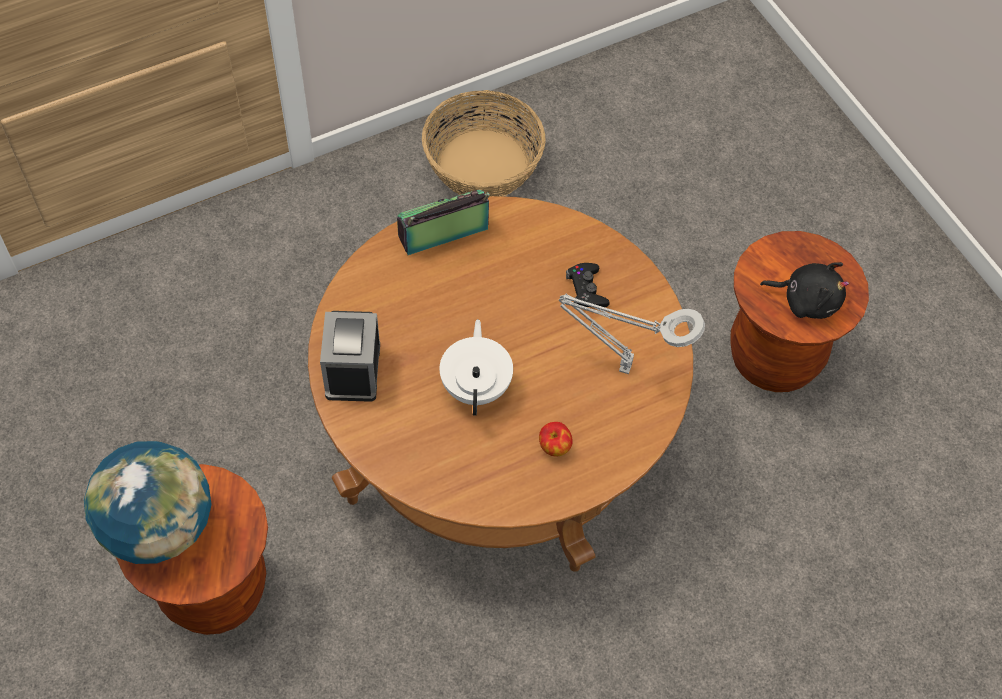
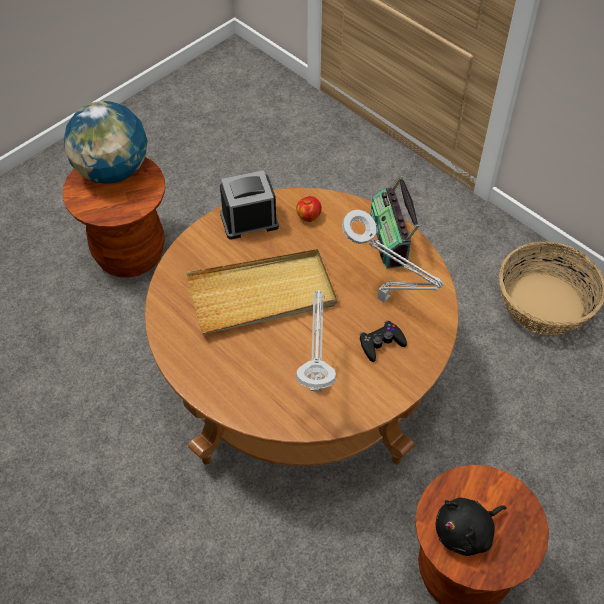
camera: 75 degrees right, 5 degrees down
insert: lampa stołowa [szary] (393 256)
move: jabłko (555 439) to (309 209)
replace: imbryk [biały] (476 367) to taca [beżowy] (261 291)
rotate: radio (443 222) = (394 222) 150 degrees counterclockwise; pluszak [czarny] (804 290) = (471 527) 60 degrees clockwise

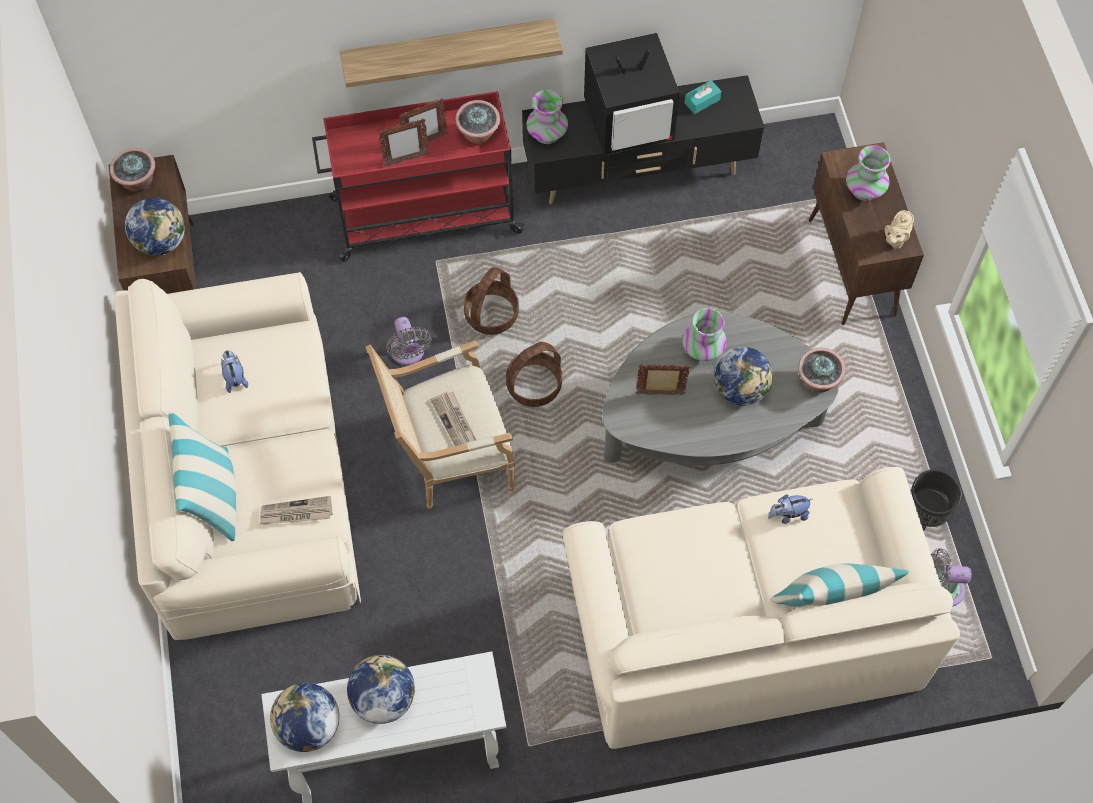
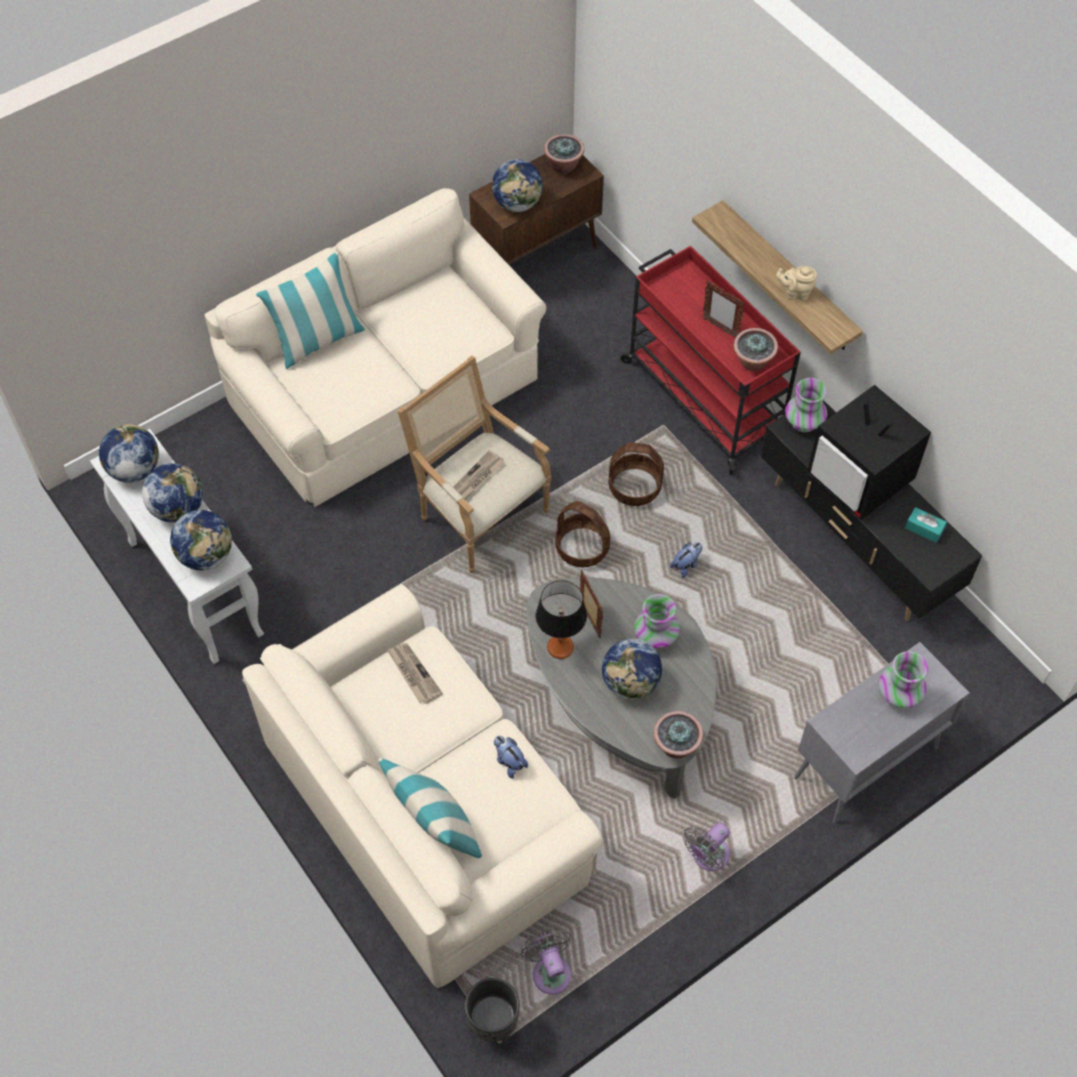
camera: 65 degrees right, 5 degrees down
delete: ramka na zdjęcie (403 142)
insert: globus (201 540); lampa stołowa (561 619)
move: imbryk [beżowy] (899 229) to (796 283); wentylator [szary] (409 341) to (706 846); pluszak (234 371) to (686 560); donica [czarny] (936 500) to (492 1012); gazeta (296 510) to (415 673)
recolor: szafka [brązowy] (866 233) to szafka [szary] (881 733)

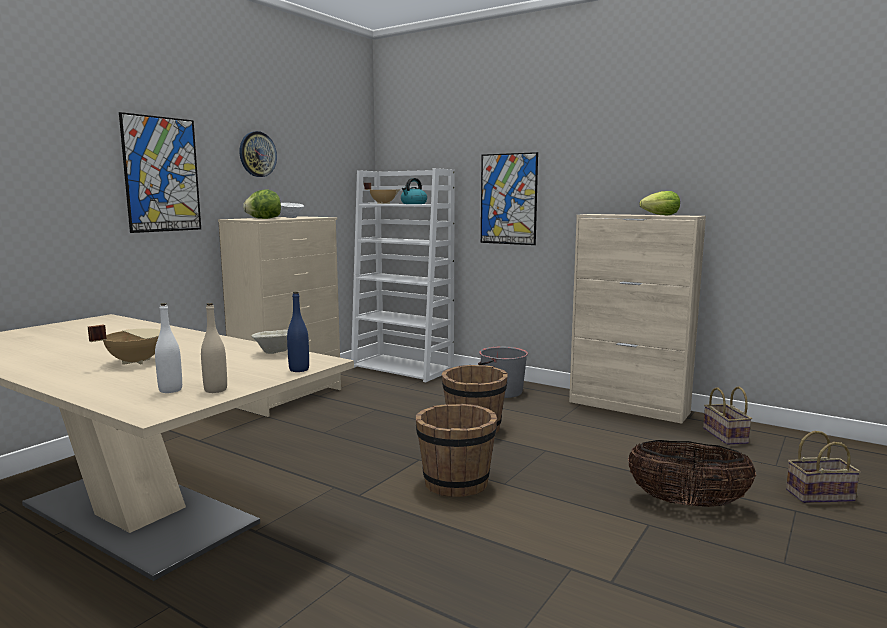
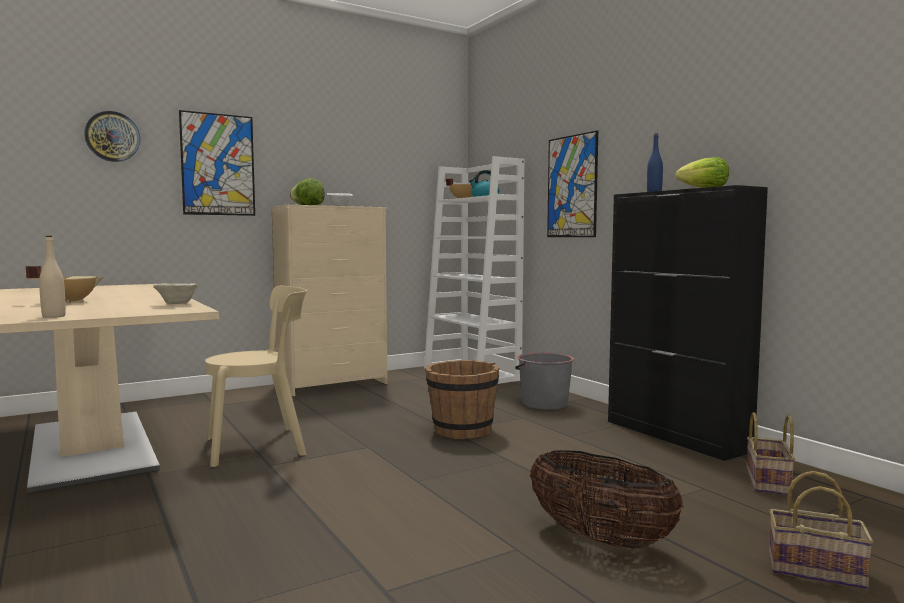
camera: 25 degrees right, 5 degrees down
delete: butelka [biały] (168 348); wiadro [brązowy] (456 450)
insert: krzesło [beżowy] (256 376)
move: zegar ścienny (258 154) to (112 136); butelka [niebieski] (298 332) to (655 162)
recolor: szafka [beżowy] (637 319) to szafka [czarny] (688 323)

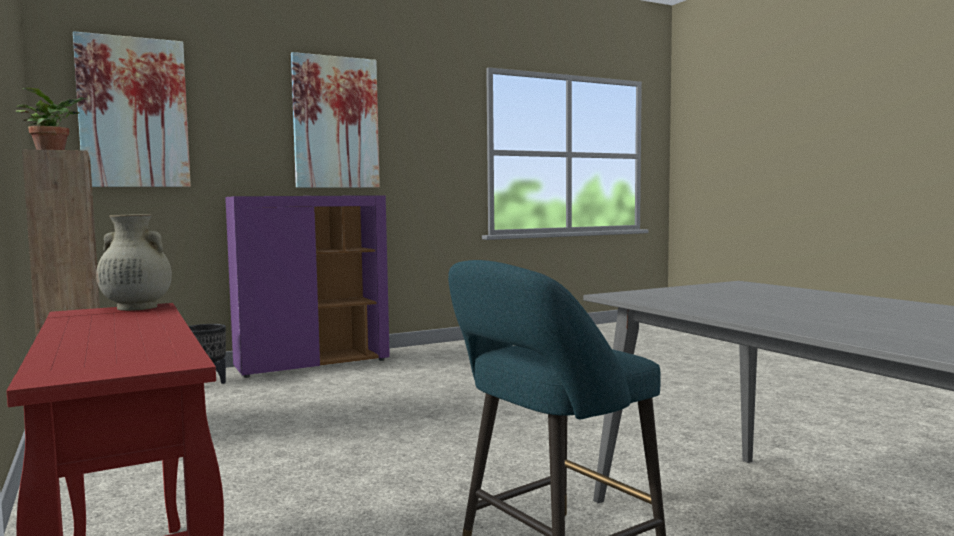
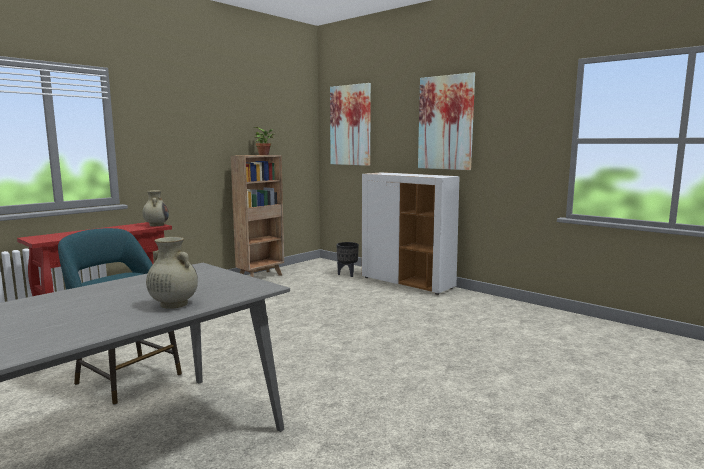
camera: 70 degrees right, 5 degrees up
insert: wazon [beżowy] (172 273)
recolor: szafka [fioletowy] (307 286) to szafka [biały] (411 233)

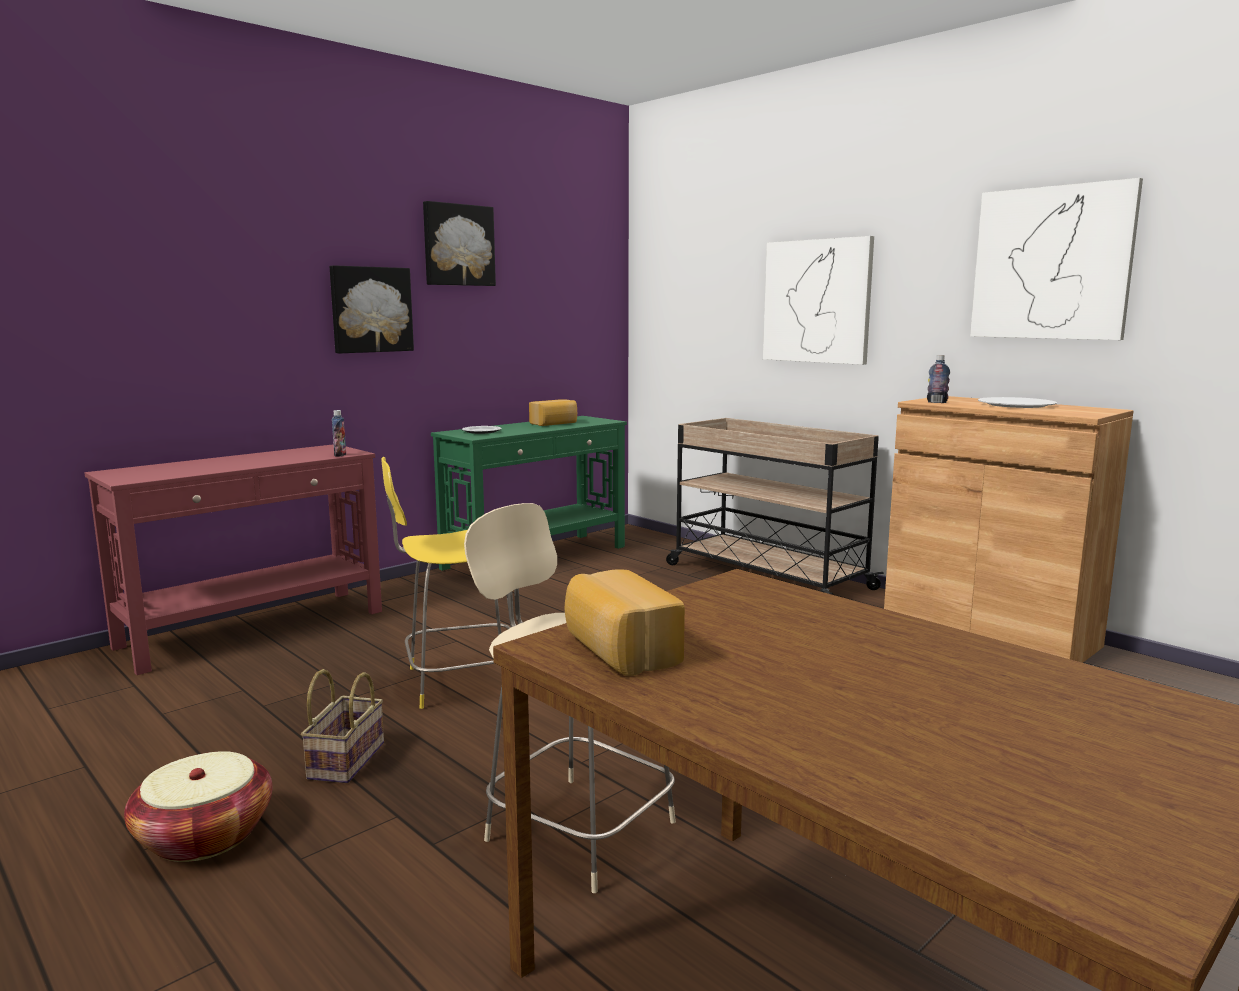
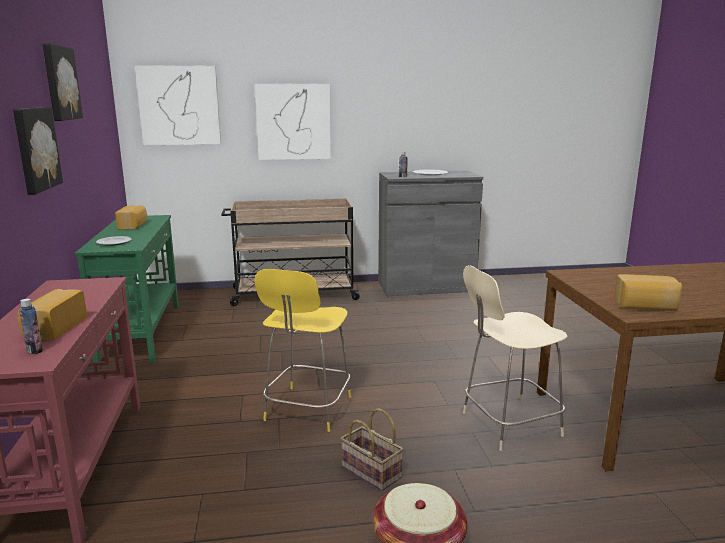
camera: 55 degrees left, 5 degrees up
insert: chleb (52 314)
move: obraz (1056 259) to (178 105); butelka (339 433) to (31 326)
recolor: szafka [brązowy] (1009 529) to szafka [szary] (430 233)

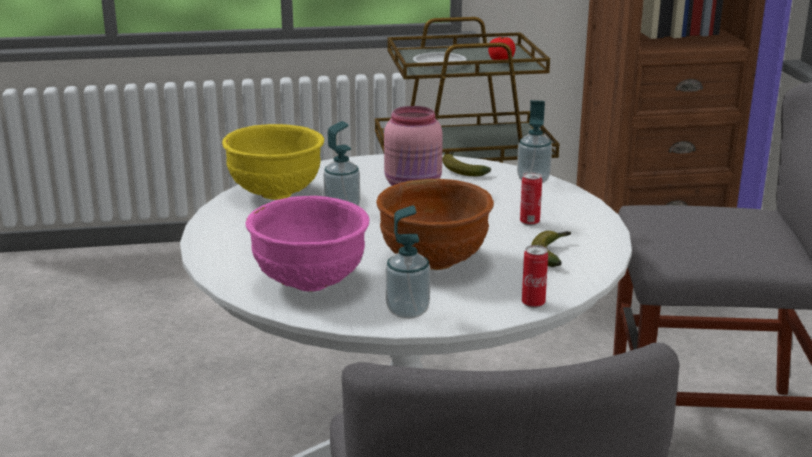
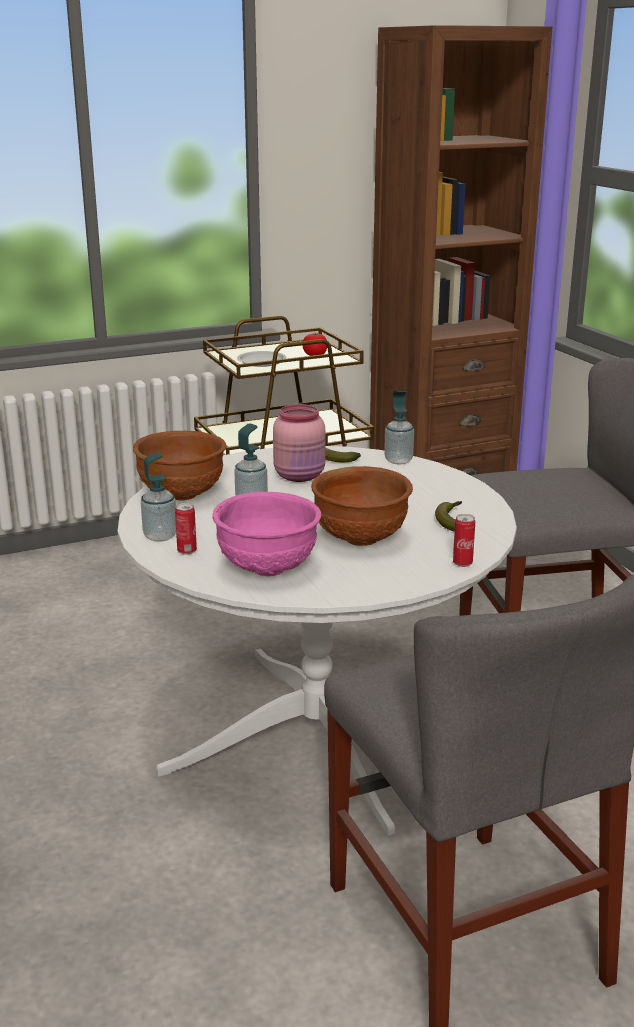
camera: 15 degrees left, 0 degrees up
move: puszka (531 199) to (186 529); dozownik mydła (408 262) to (158 497)
recolor: miska [żółty] (273 162) to miska [brązowy] (179 466)

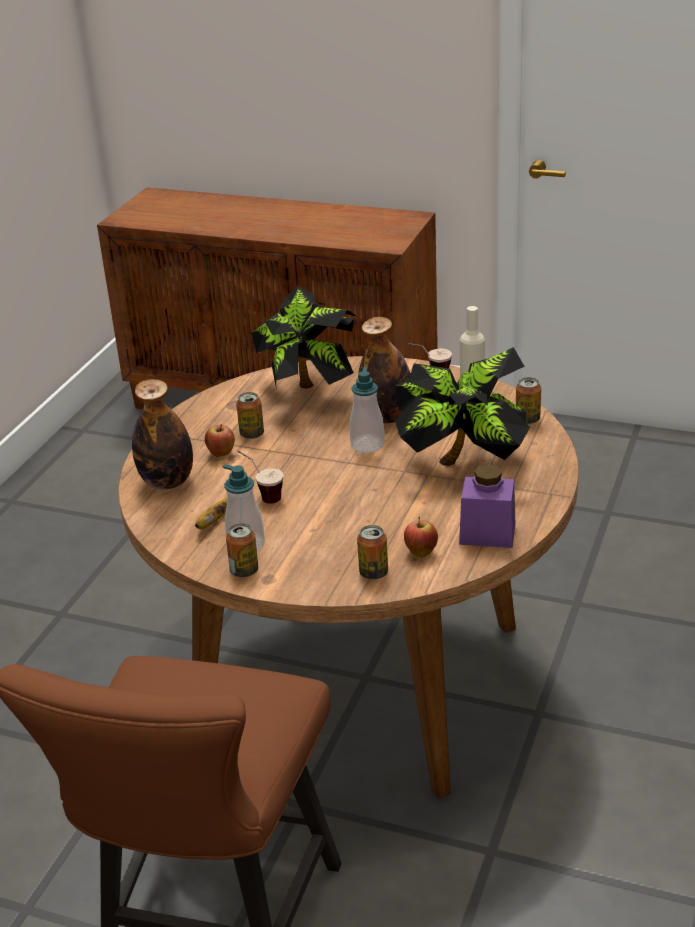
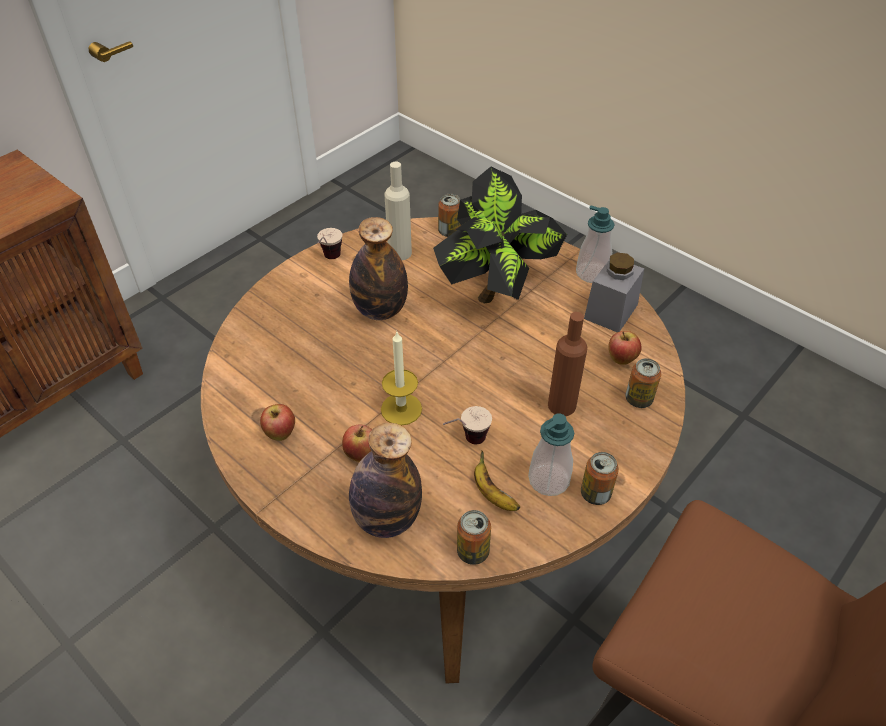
camera: 70 degrees left, 15 degrees up
delete: roślina doniczkowa (303 337)
insert: butelka [brązowy] (567 364); świeca (401 378); jabłko (277 422)
move: dozownik mydła (367 410) to (595 244); puszka (250 415) to (474 537)
recolor: słoik [fioletowy] (487 506) to słoik [szary] (614 292)

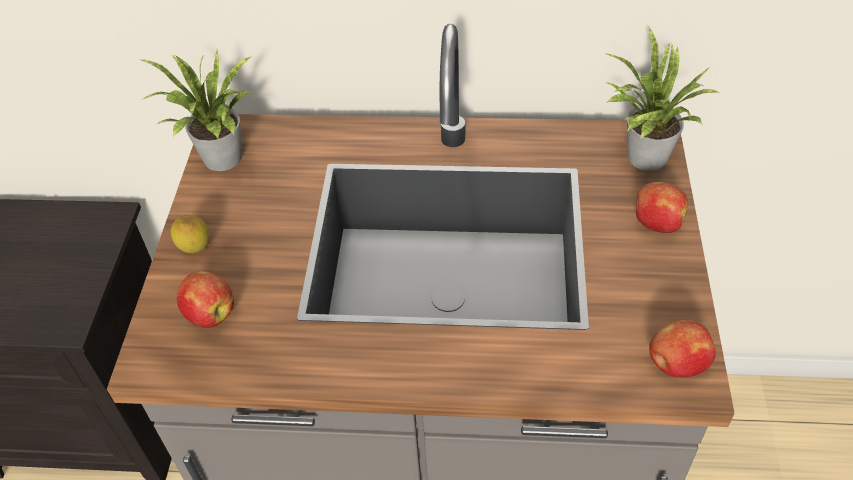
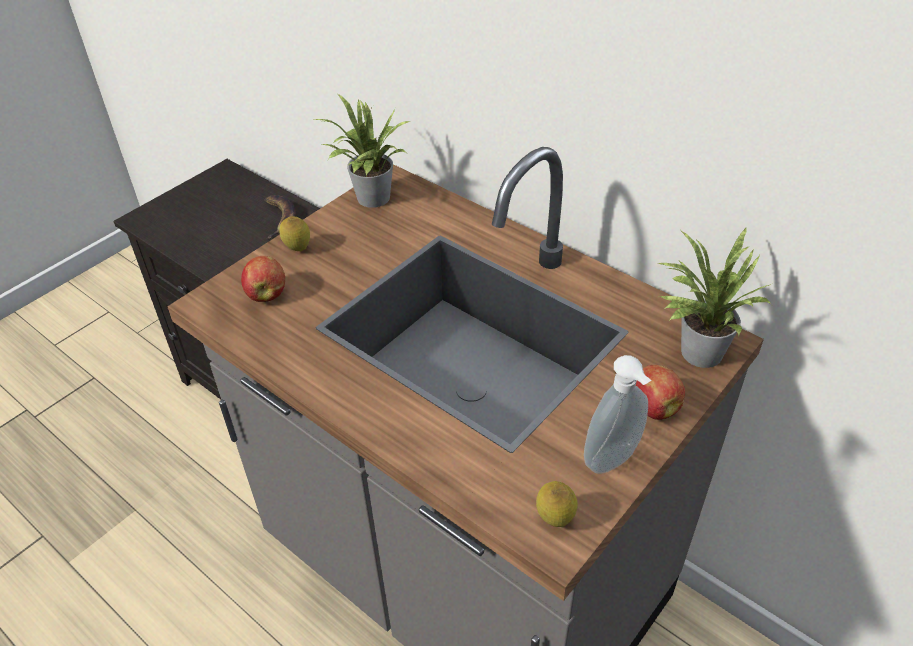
camera: 35 degrees right, 5 degrees down
insert: banan (280 217); dozownik mydła (618 414)
replace: jabłko (682 348) to cytryna (557 504)

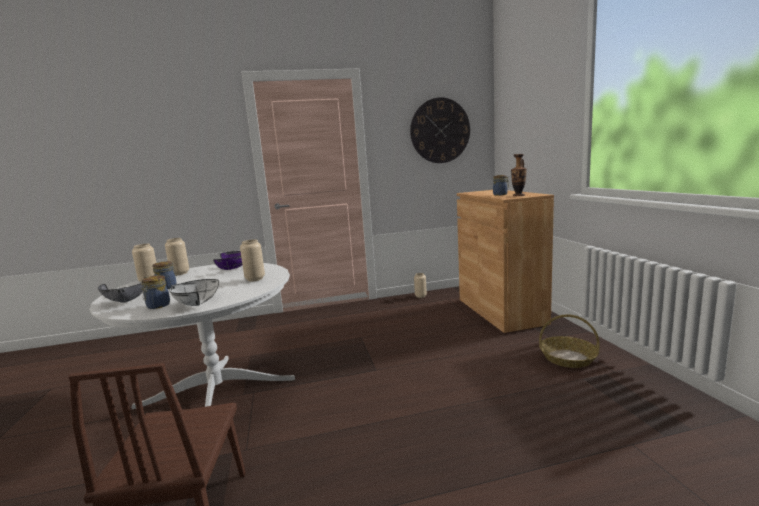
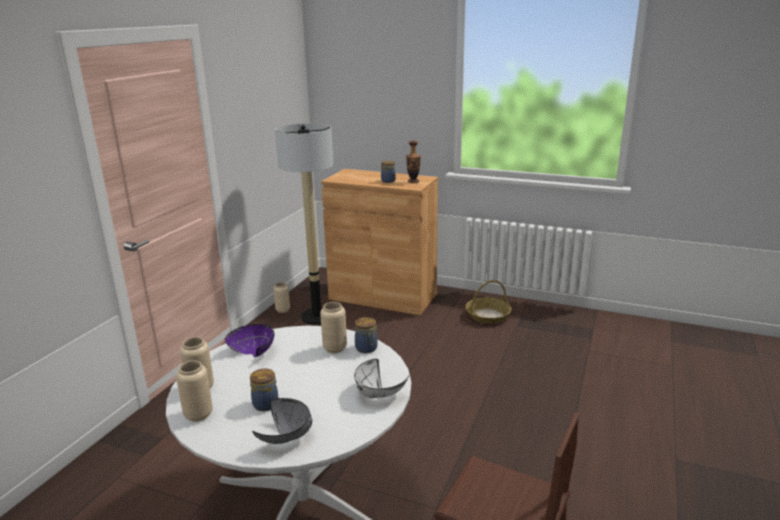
camera: 55 degrees left, 10 degrees up
delete: zegar ścienny (440 130)
insert: lampa stojąca (304 224)
move: słoik (155 292) to (366 335)

